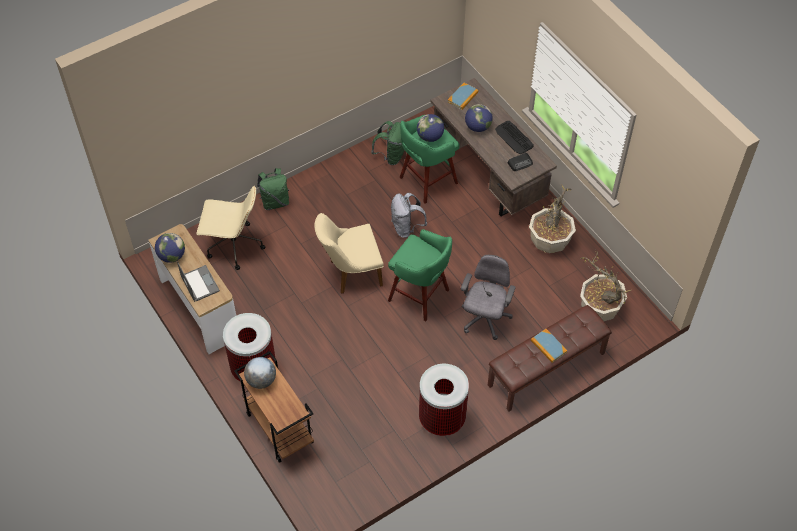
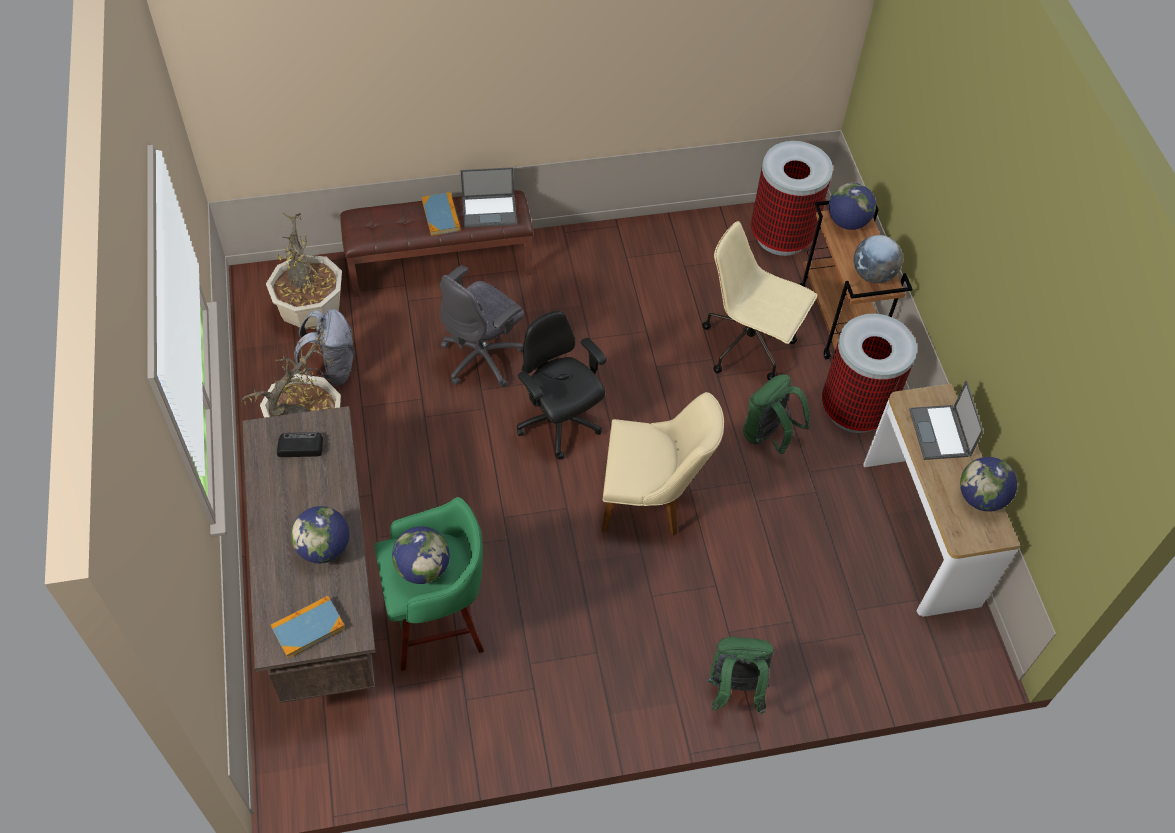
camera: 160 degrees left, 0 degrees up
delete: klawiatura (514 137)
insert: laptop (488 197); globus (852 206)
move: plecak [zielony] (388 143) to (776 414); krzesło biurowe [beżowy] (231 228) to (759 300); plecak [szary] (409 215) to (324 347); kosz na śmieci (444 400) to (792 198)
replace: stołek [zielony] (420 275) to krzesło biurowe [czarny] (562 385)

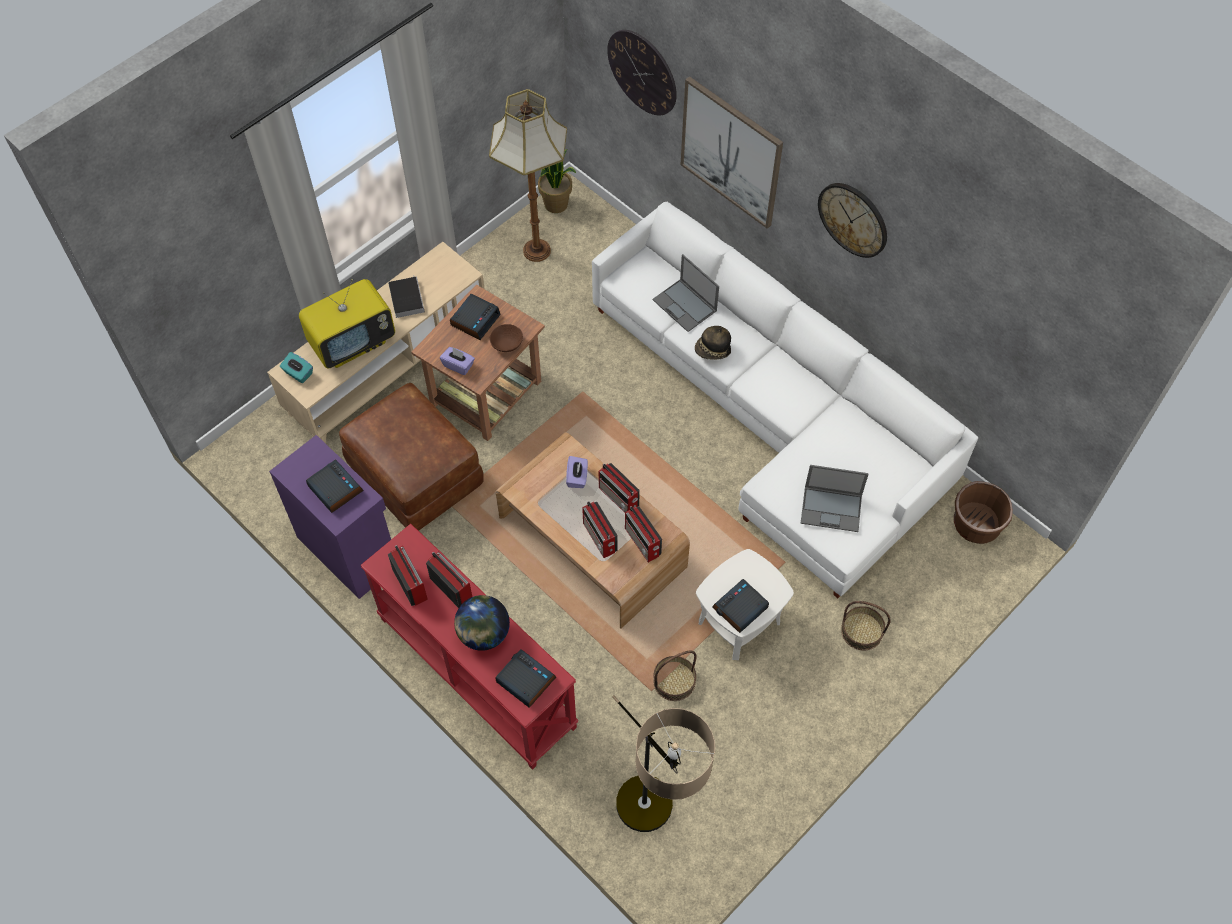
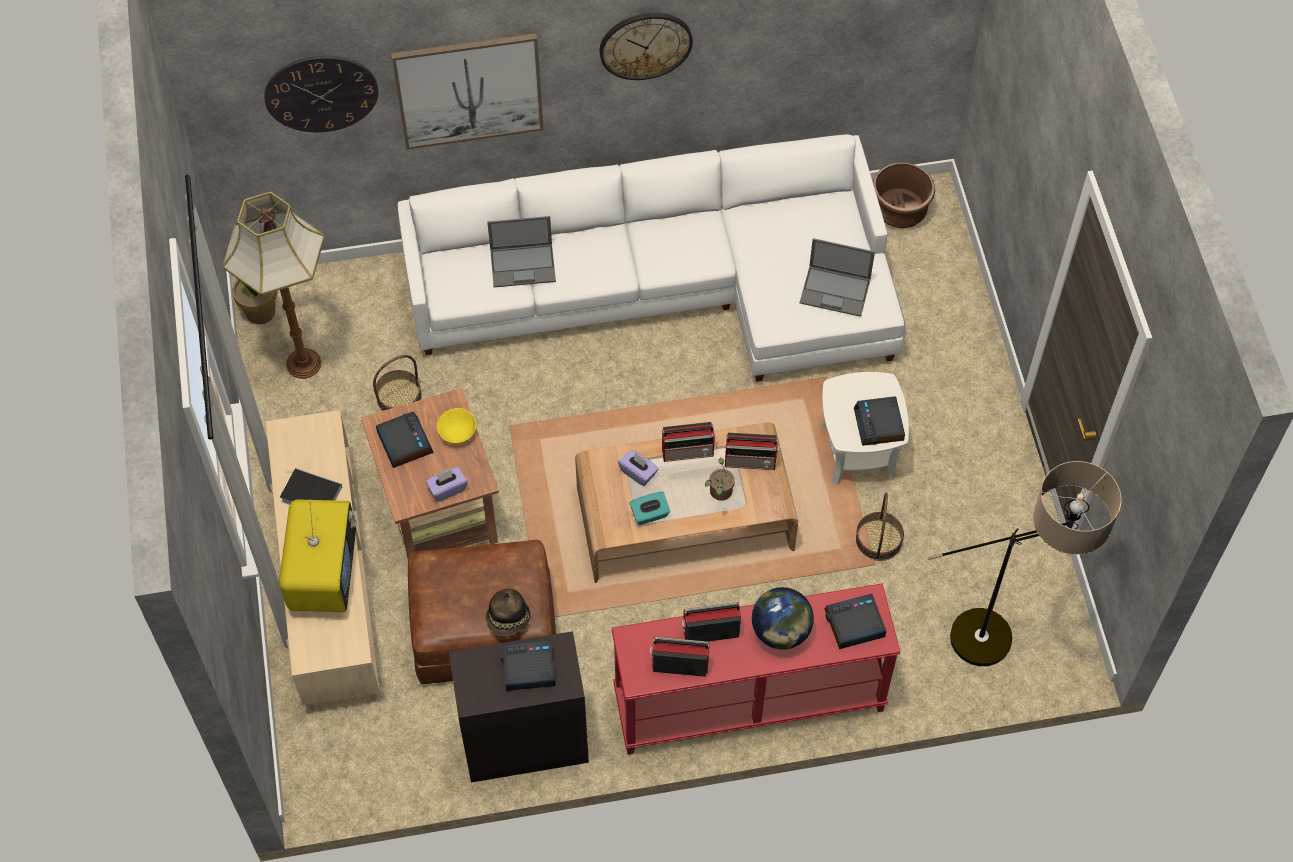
camera: 55 degrees left, 0 degrees up
move: kapelusz (713 343) to (508 613); pudełko chusteczek [turkusowy] (296 367) to (649 508); koszyk (866 626) to (397 383)
replace: radio (599 529) to roślina doniczkowa (720 479)
recolor: miska [brązowy] (506 338) to miska [żółty] (456 426); szafka [fioletowy] (330 517) to szafka [czarny] (519 706)
rotate: laptop (835 498) = (837 277) 60 degrees clockwise

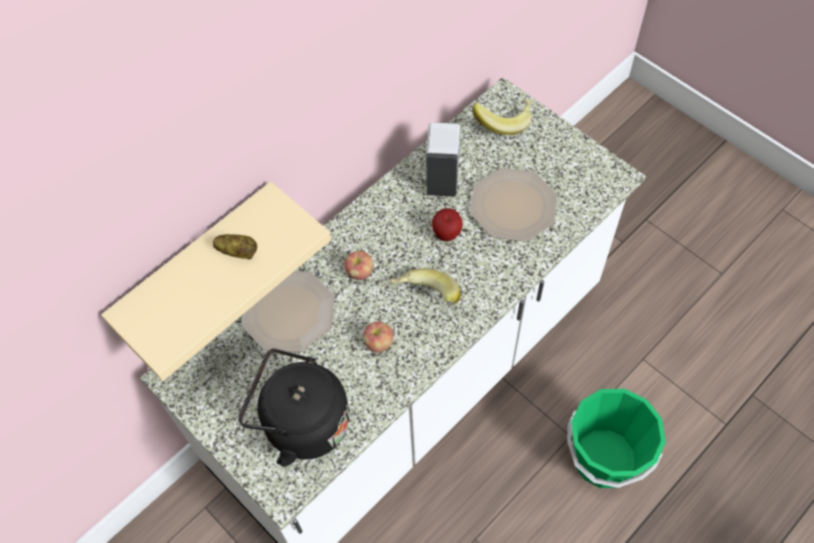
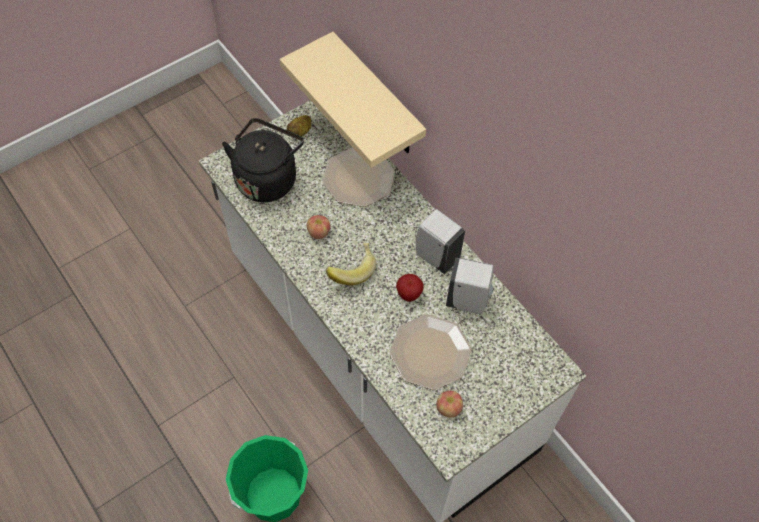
camera: 95 degrees right, 0 degrees up
delete: banan (502 117)
insert: dozownik mydła [biały] (440 241)
move: ziemniak (235 247) to (299 126); jabłko (359 265) to (449 404)

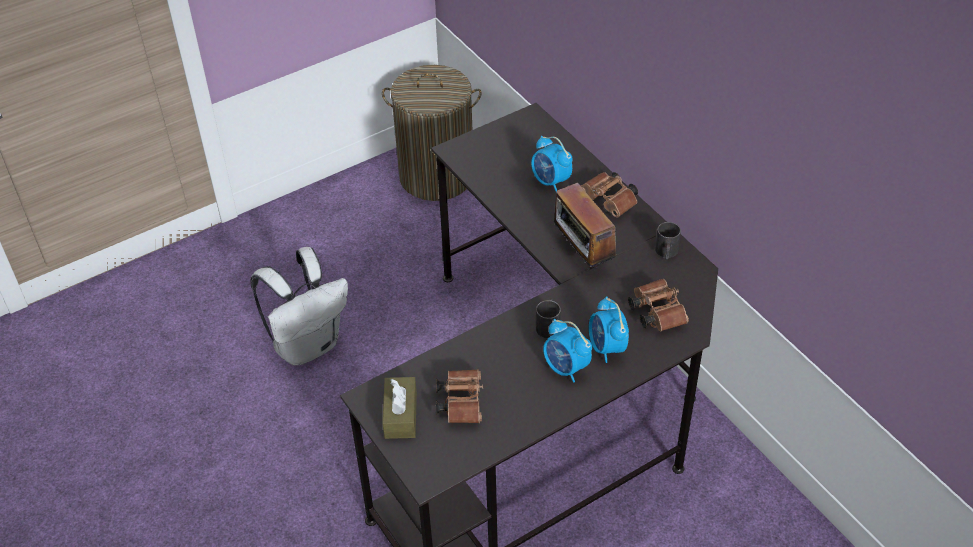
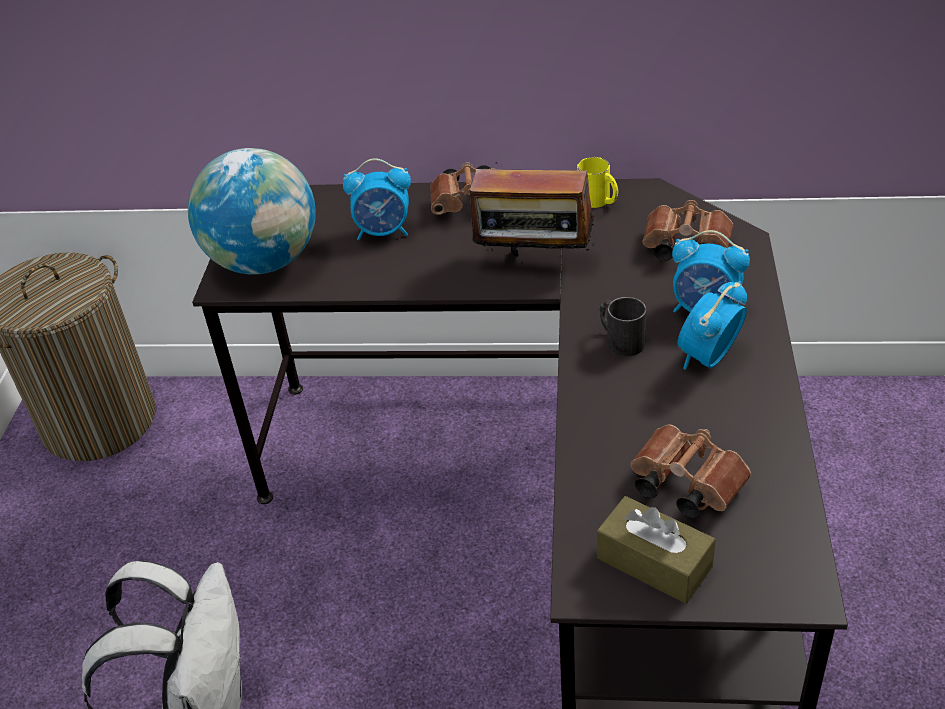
camera: 50 degrees left, 5 degrees down
insert: globus (252 211)
recolor: kubek [czarny] (668 241) to kubek [żółty] (597 182)
rotate: budzik (567 351) = (712 325) 135 degrees clockwise

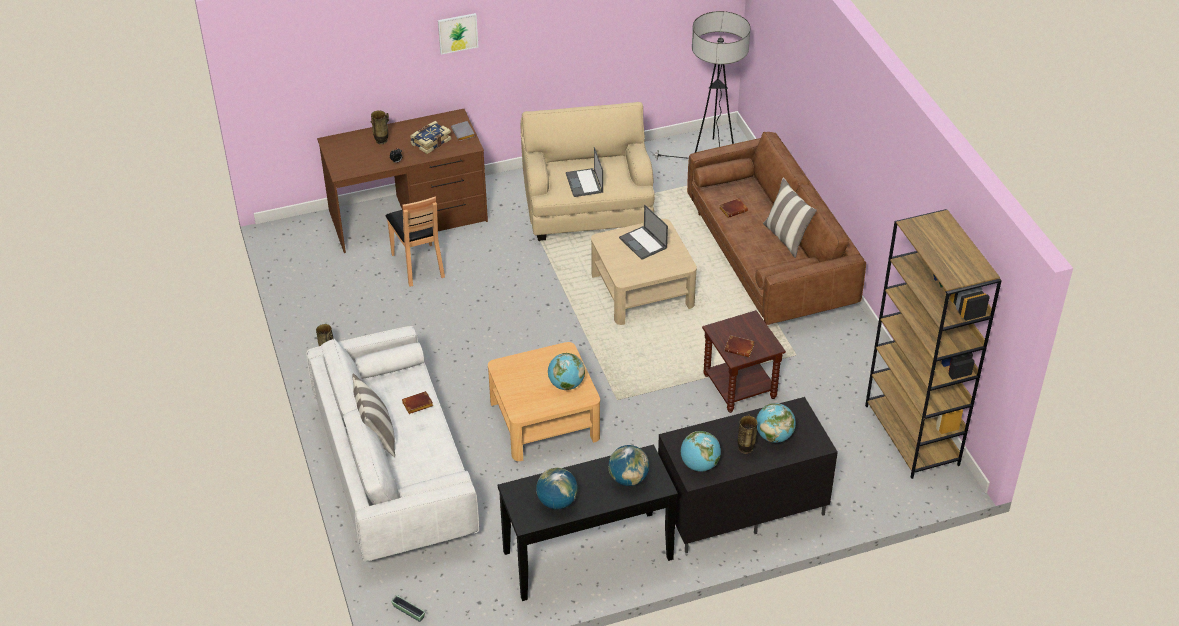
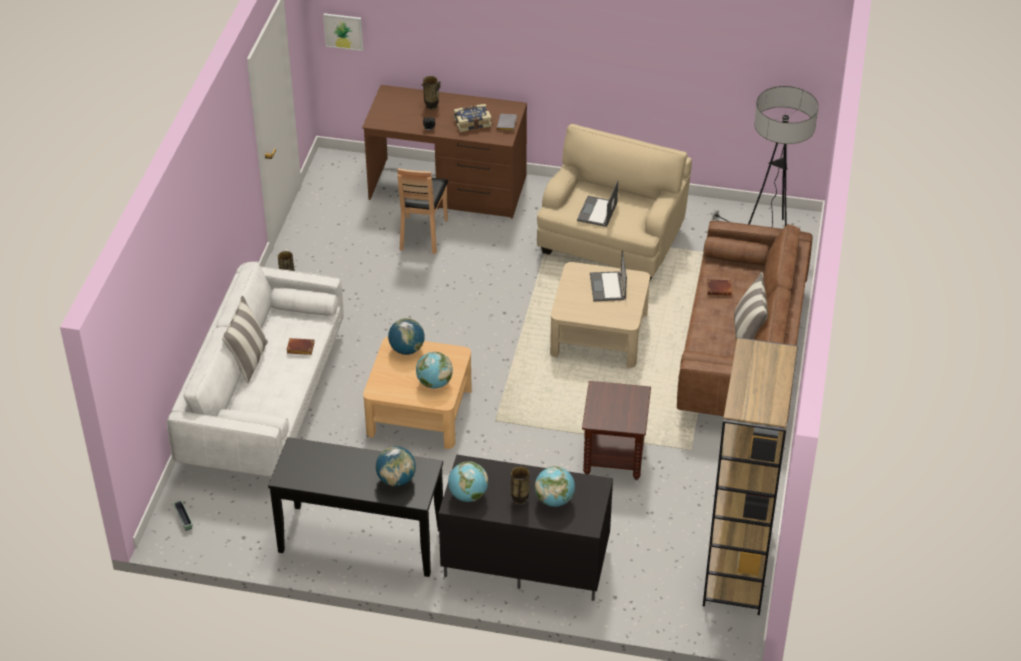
camera: 30 degrees right, 0 degrees up
delete: książka [brązowy] (739 346)
move: obraz (458 34) to (343 32); globus (557 488) to (406 336)

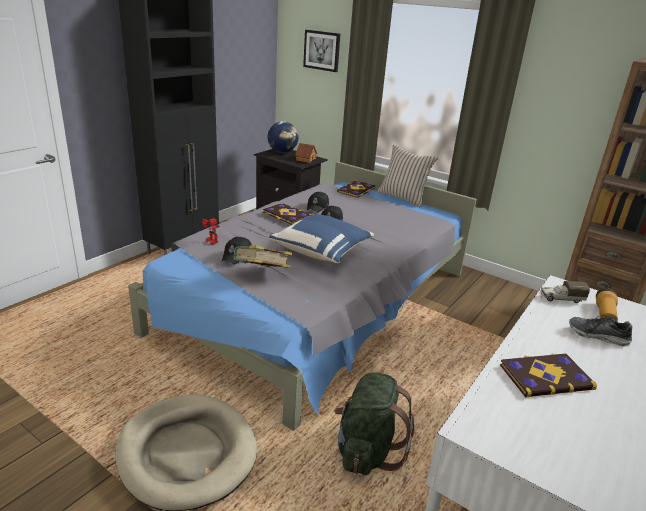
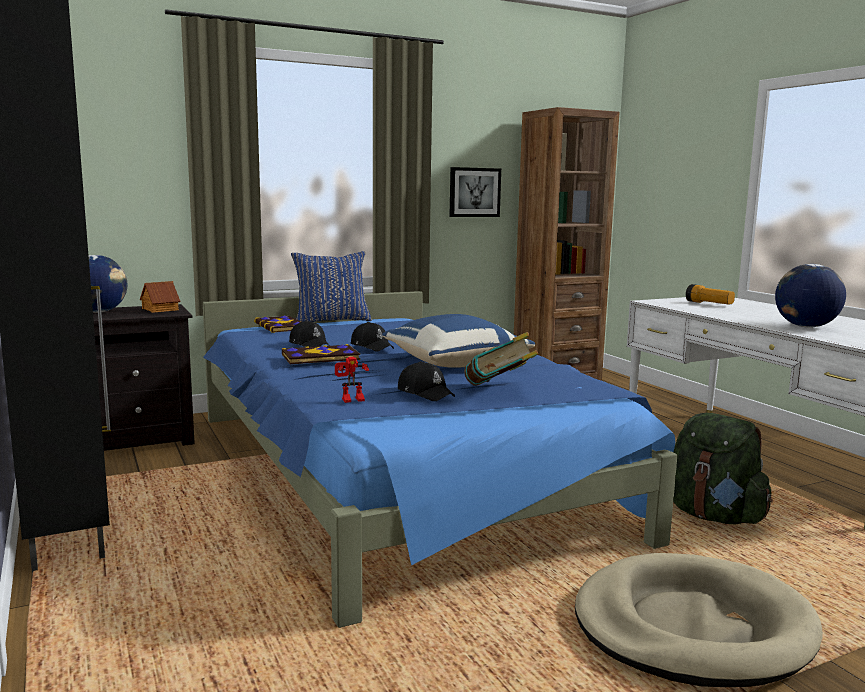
camera: 60 degrees left, 15 degrees down
delete: ciężarówka zabawkowa (565 292); but (601 330)
move: obraz (321 51) to (475 192)
replace: książka (548 376) to globus (810 296)
recolor: poduszka [beżowy] (407 176) to poduszka [niebieski] (331 286); łóżko [szary] (302 296) to łóżko [niebieski] (440 459)

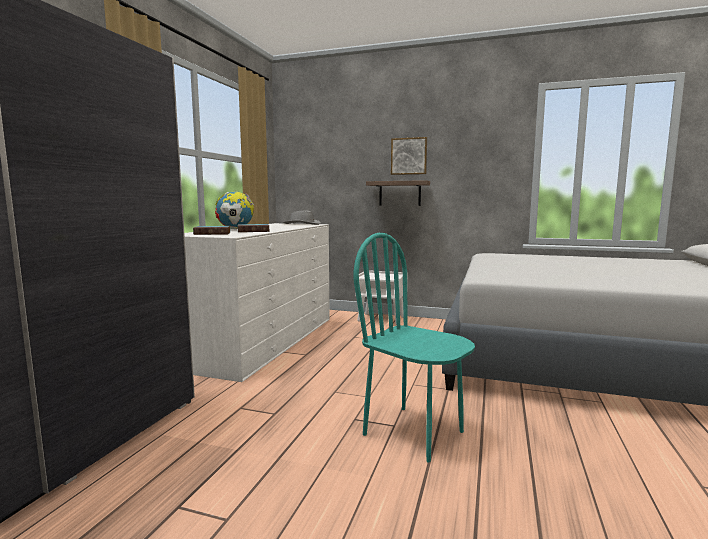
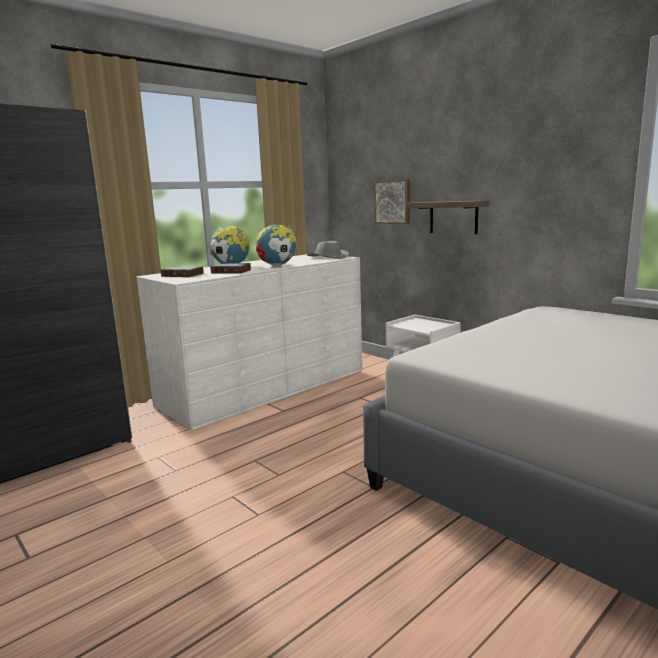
camera: 30 degrees right, 5 degrees up
delete: krzesło [turkusowy] (414 347)
insert: globus (276 245)
move: obraz (409 156) to (392 201)

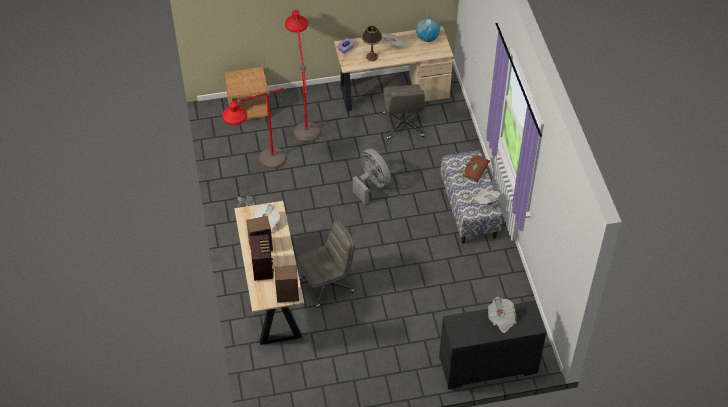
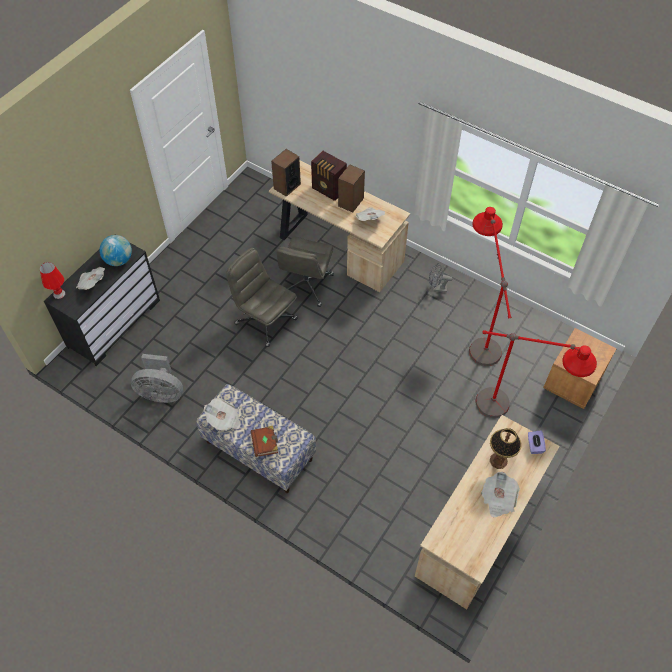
camera: 135 degrees right, 5 degrees up
insert: lampa stołowa [czerwony] (52 280)
move: globus (428 30) to (115 250); krzesło biurowe [szary] (404 112) to (262 297); wentylator [szary] (372 177) to (157 378)

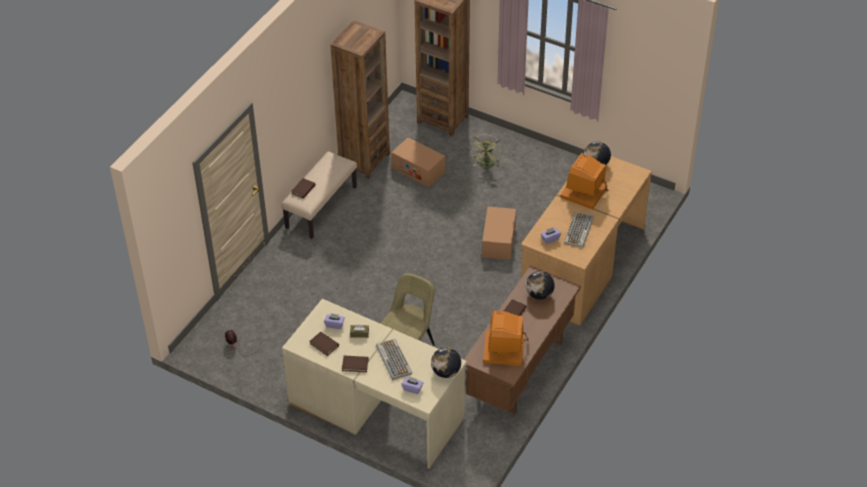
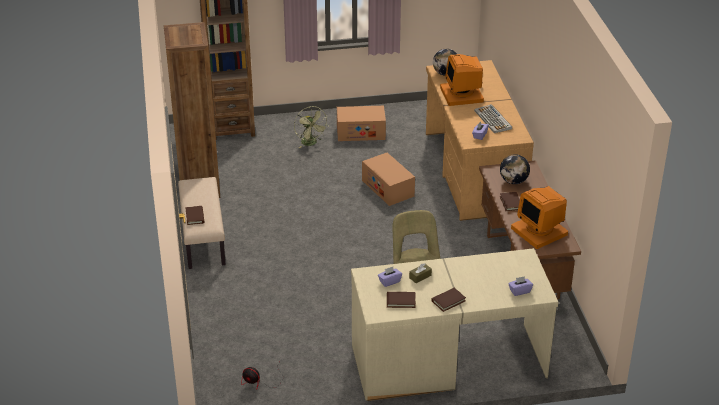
camera: 40 degrees left, 10 degrees down
delete: klawiatura (394 359); globus (446 362)
move: karton (418 162) to (361 123)

